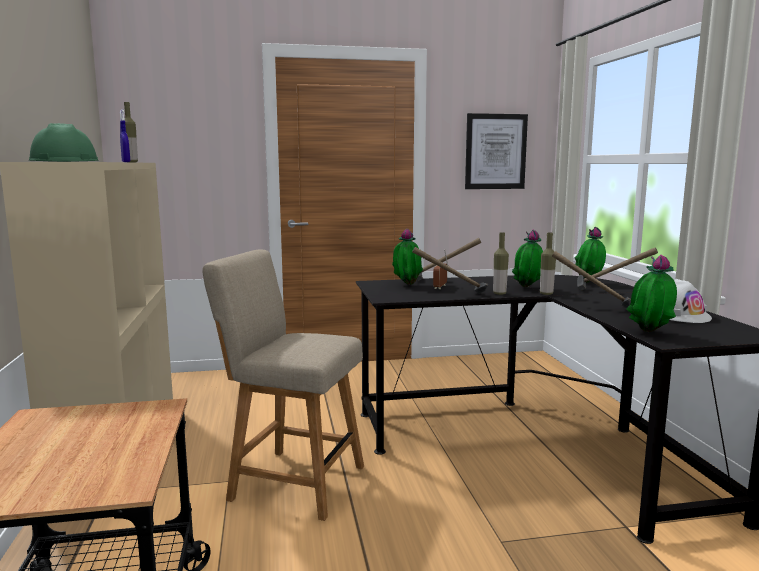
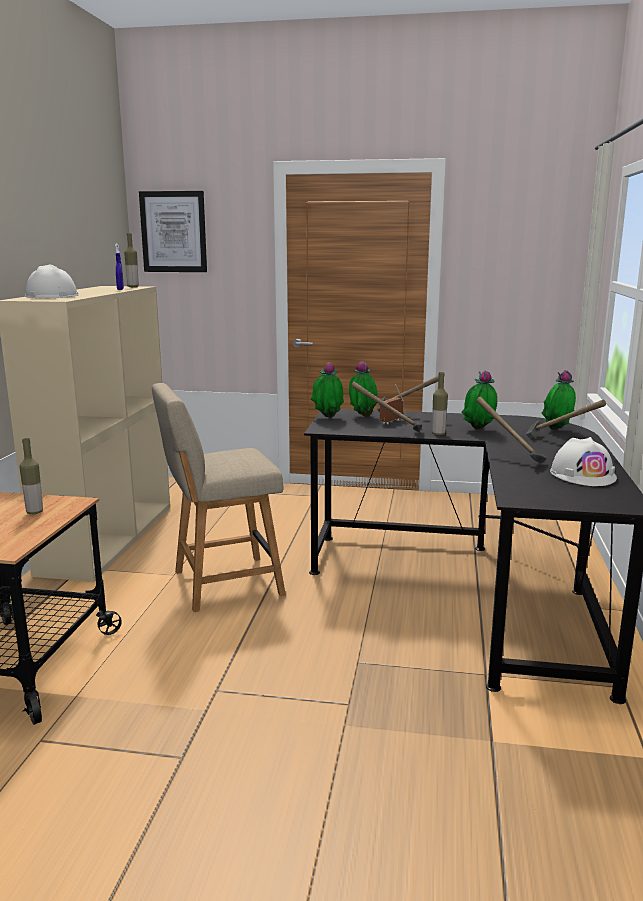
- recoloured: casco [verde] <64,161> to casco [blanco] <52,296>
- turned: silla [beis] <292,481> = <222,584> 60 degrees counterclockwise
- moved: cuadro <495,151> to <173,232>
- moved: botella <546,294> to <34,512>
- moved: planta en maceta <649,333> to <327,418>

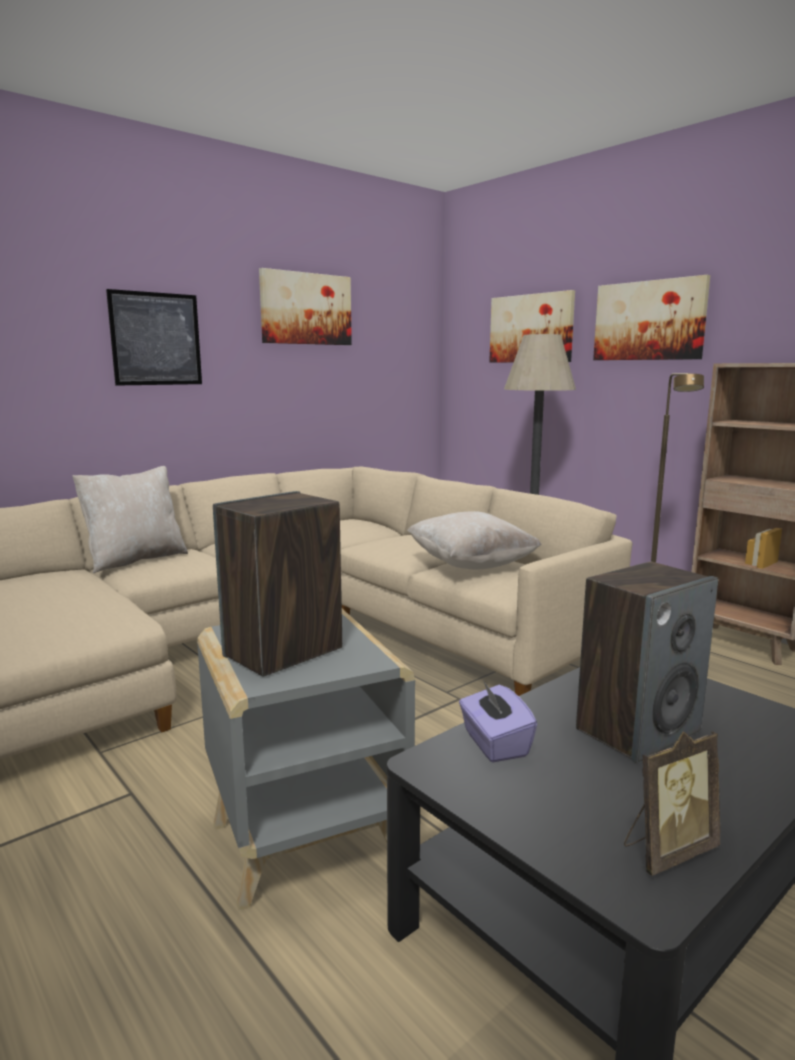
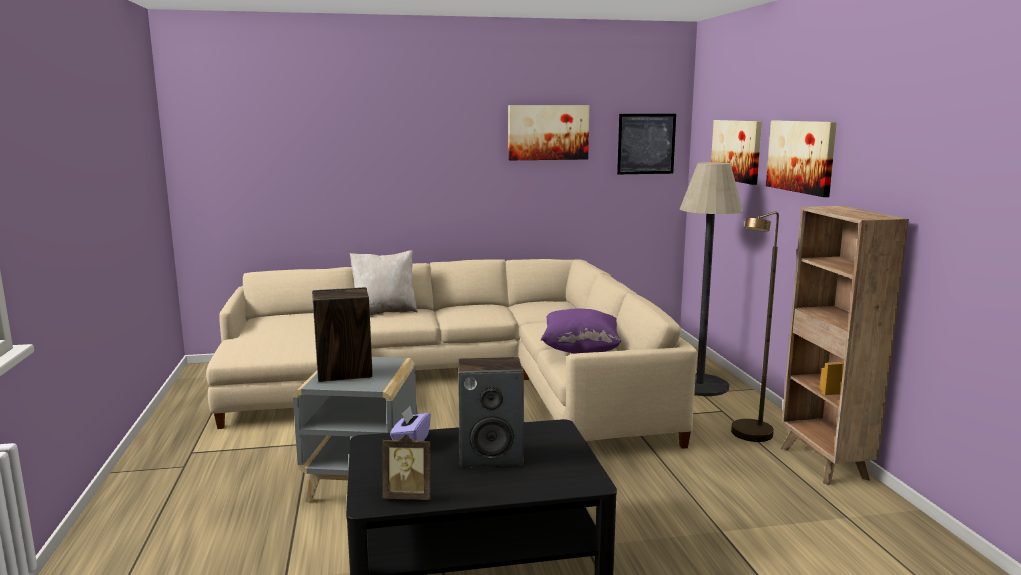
- moved: cuadro <156,339> to <646,144>
- recoloured: cojín [beis] <470,566> to cojín [morado] <580,350>

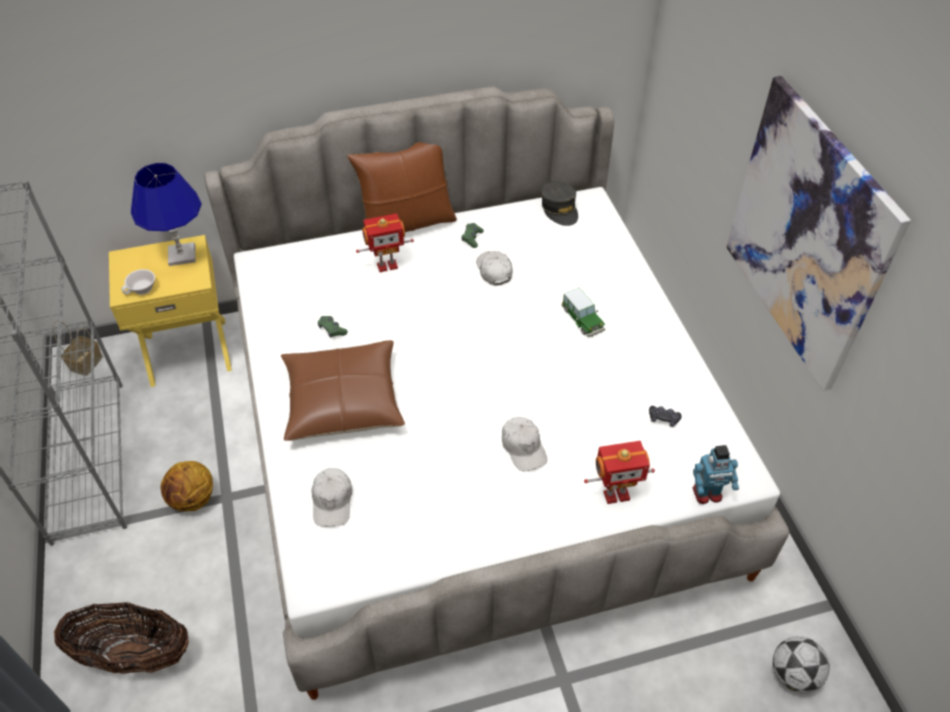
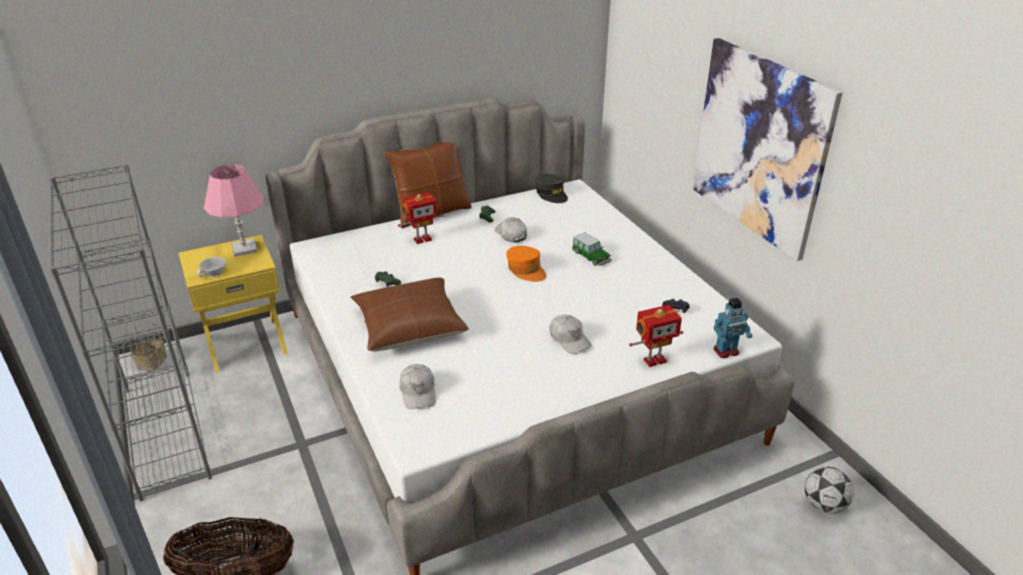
- recoloured: lámpara de mesa [azul] <182,255> to lámpara de mesa [rosa] <244,249>
- removed: balón de baloncesto <193,500>
- added: gorra [naranja] <526,270>

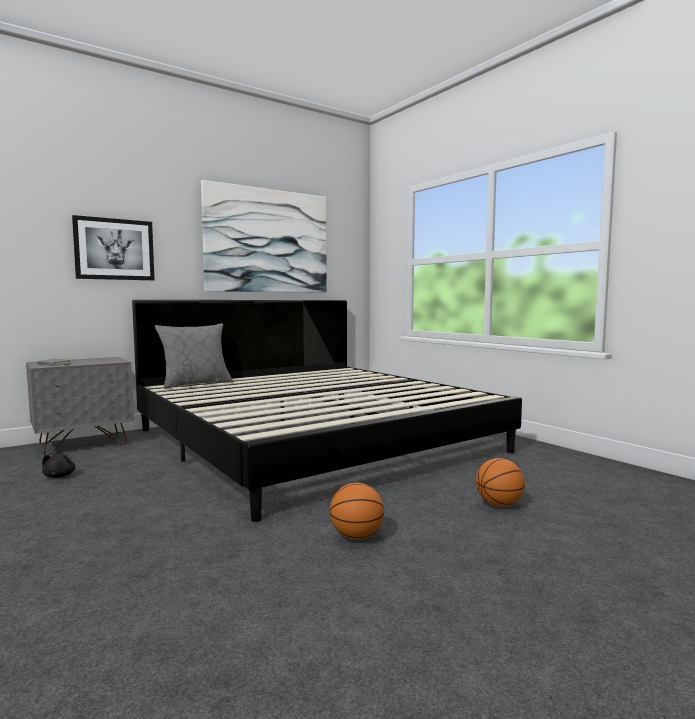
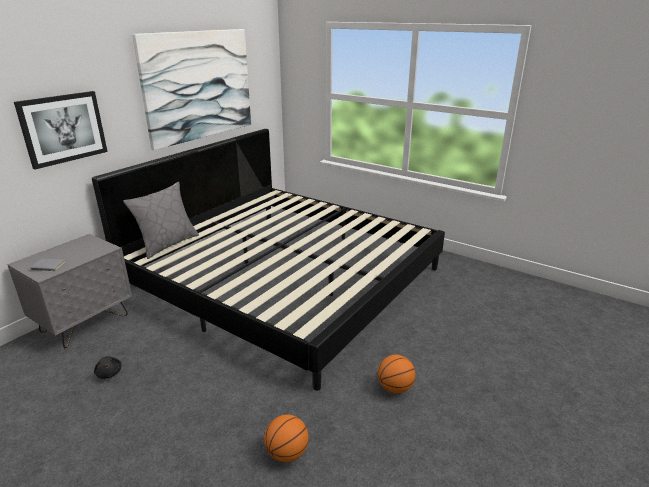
- moved: balón de baloncesto <499,504> to <287,453>

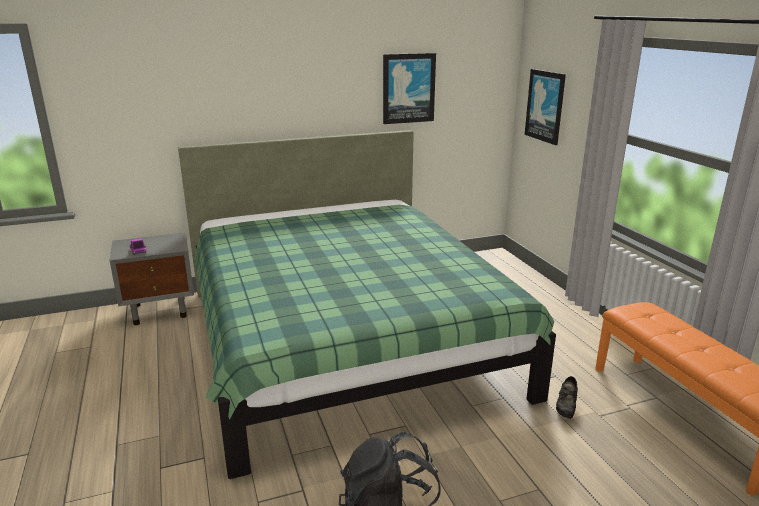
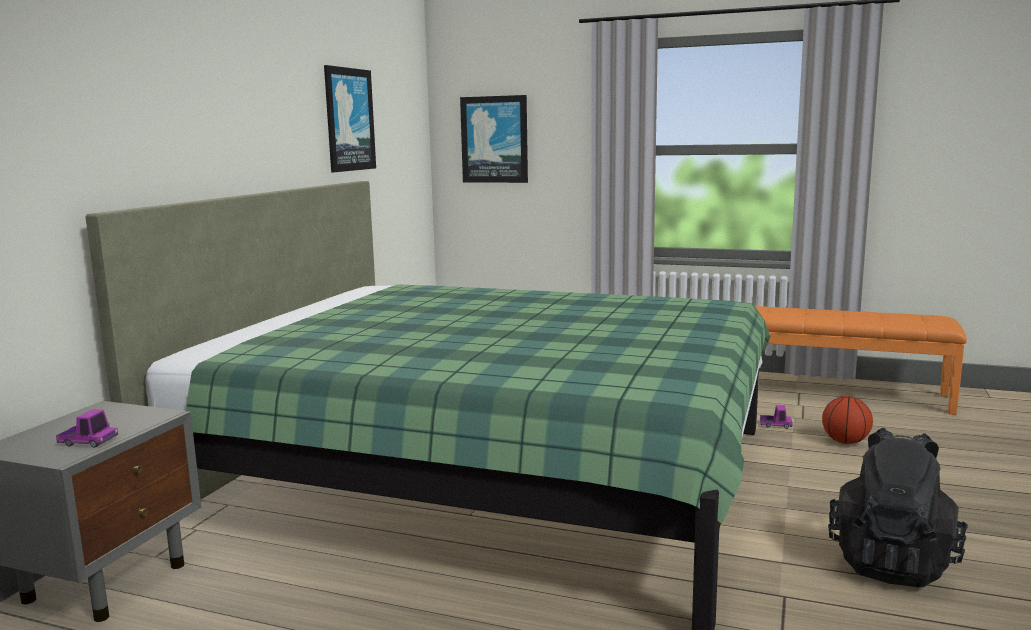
- replaced: zapato [negro] <566,408> to camión de juguete <775,425>
- added: balón de baloncesto <845,442>

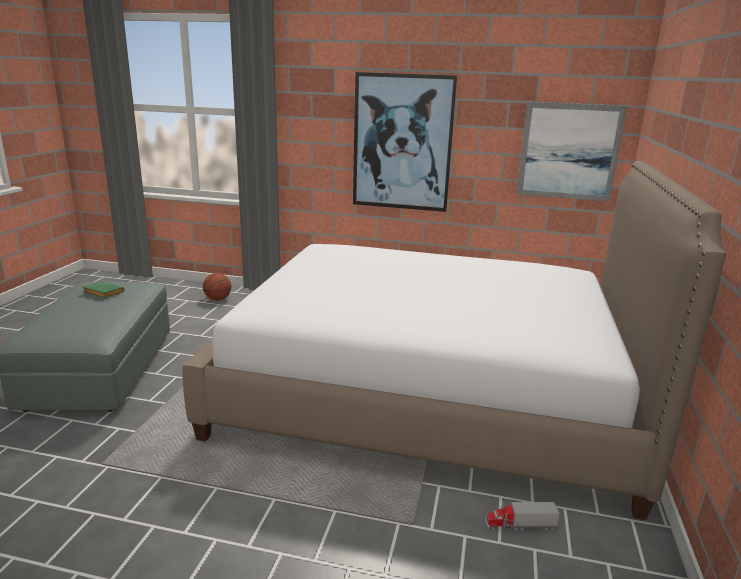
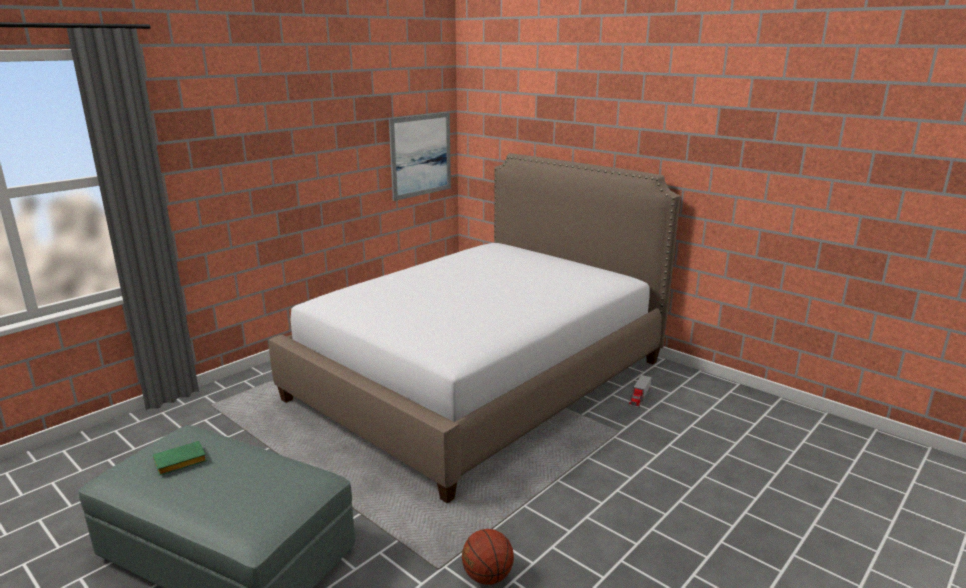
- moved: balón de baloncesto <218,299> to <487,576>
- removed: cuadro <402,143>

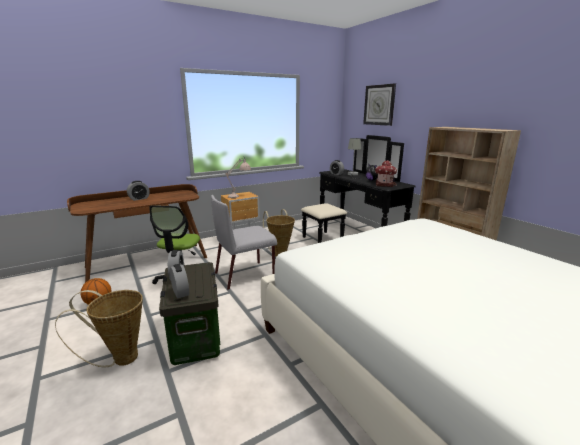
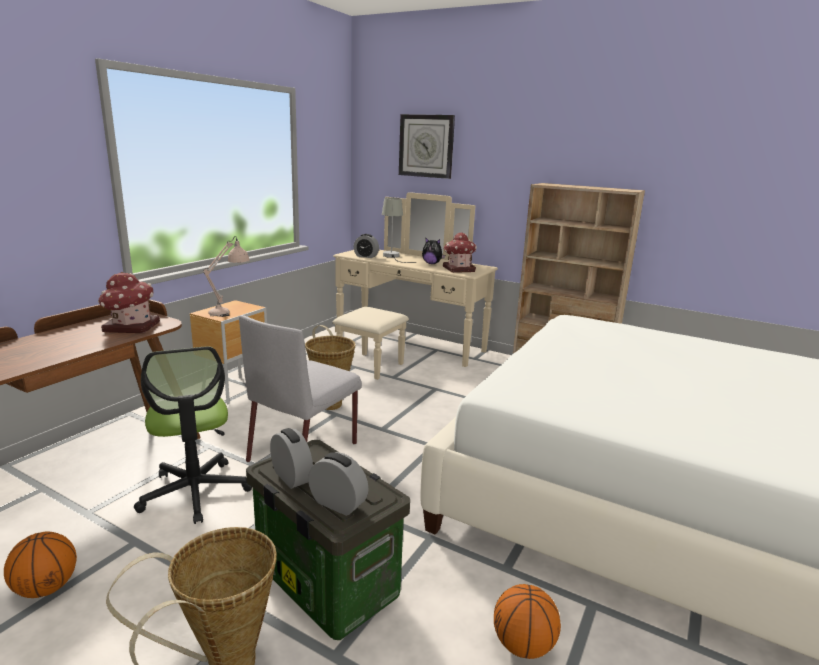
- removed: despertador <139,198>
- recoloured: cómoda [negro] <351,232> to cómoda [beis] <402,348>
- added: casita <131,327>
- added: balón de baloncesto <522,645>

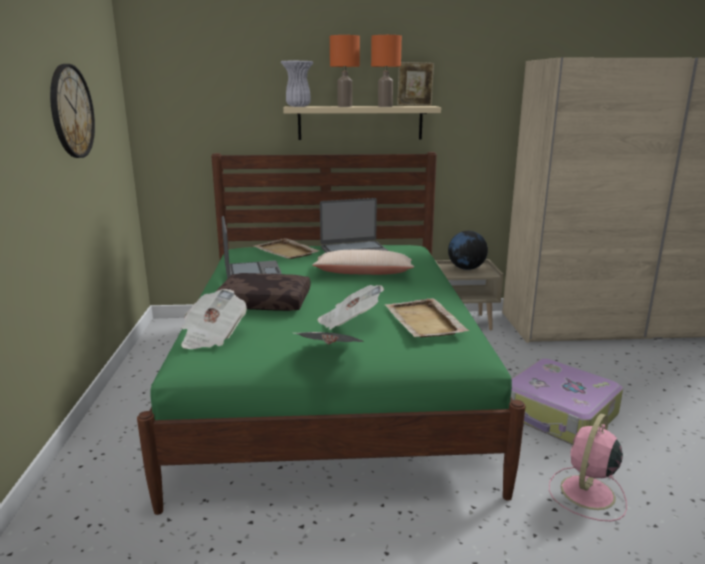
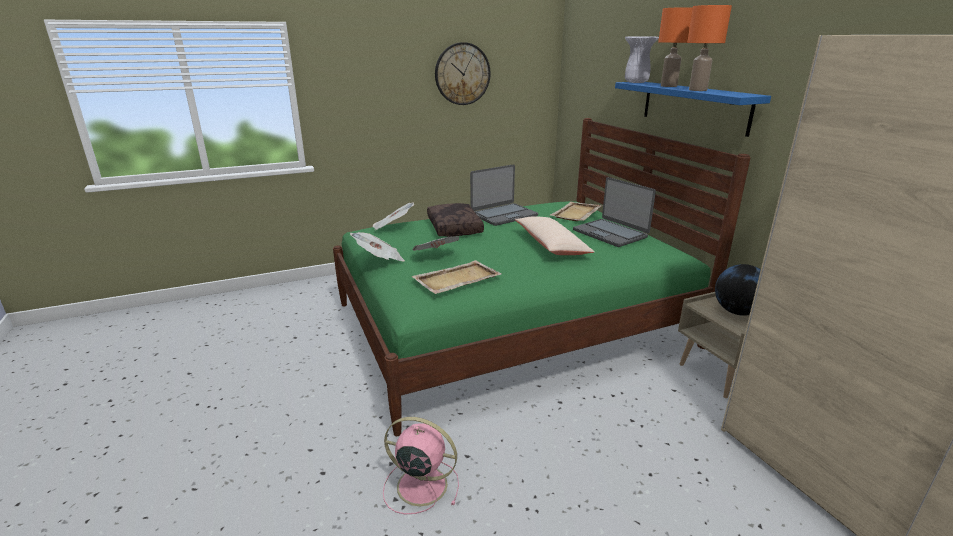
- recoloured: estante [beis] <360,123> to estante [azul] <694,106>
- removed: portarretratos <414,105>
- removed: maleta <559,415>

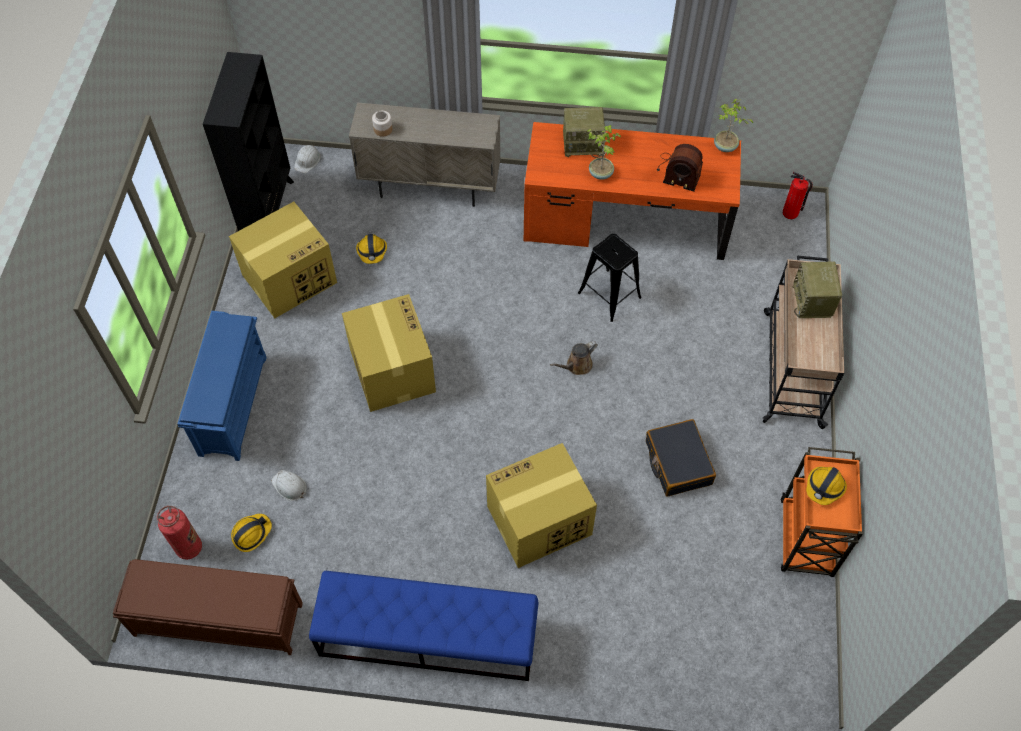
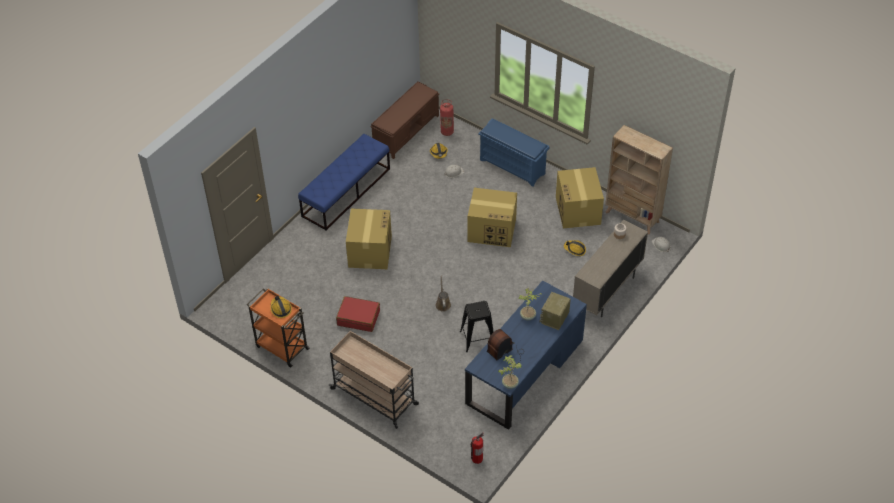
- recoloured: estantería [negro] <268,210> to estantería [beis] <632,217>
- recoloured: escritorio [naranja] <625,220> to escritorio [azul] <524,372>
- recoloured: maleta [negro] <677,463> to maleta [rojo] <358,318>
- removed: radio <812,302>

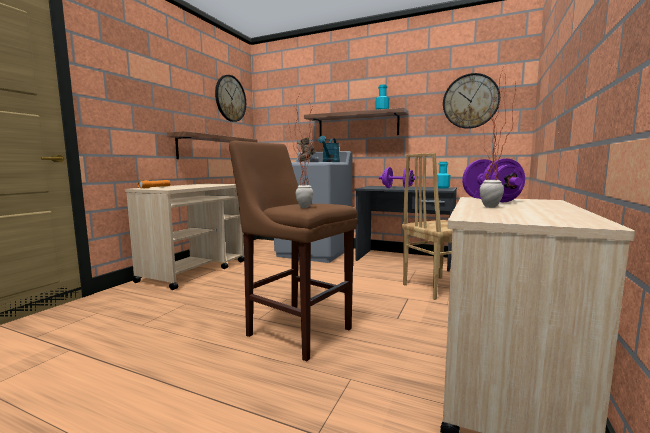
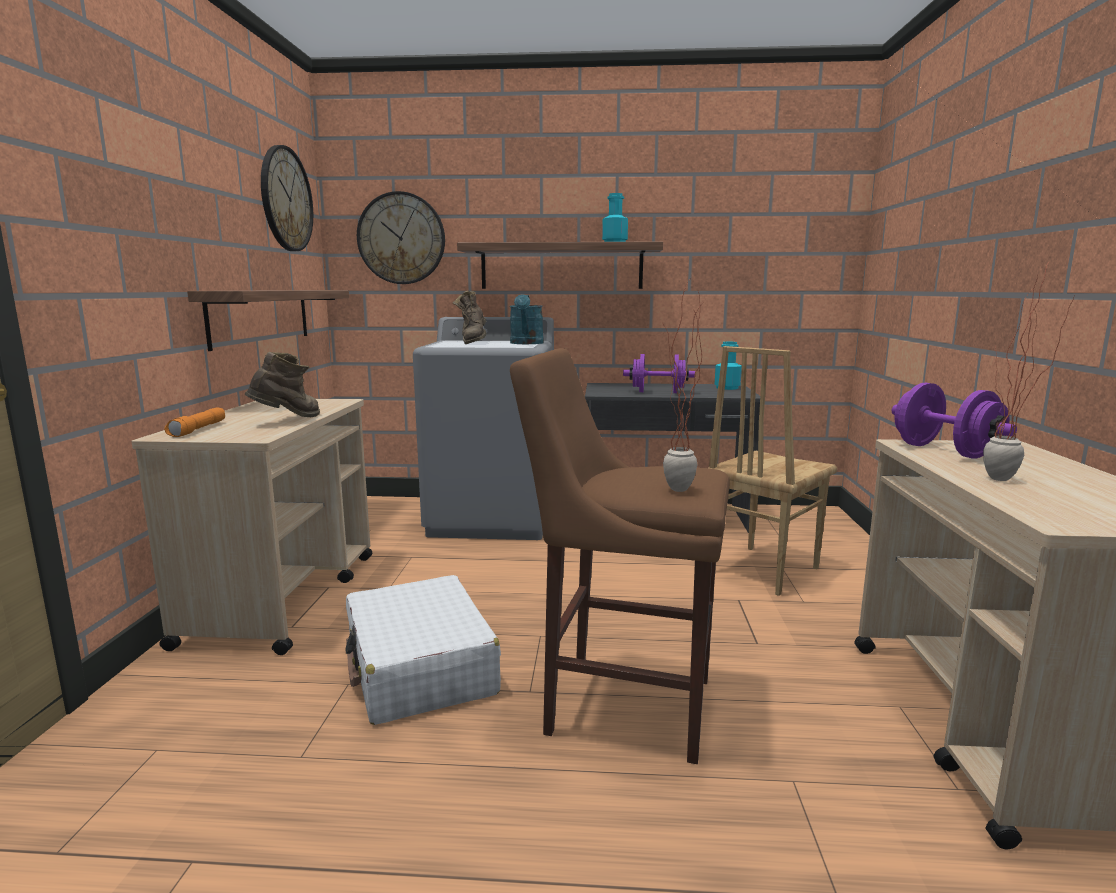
- moved: reloj de pared <470,101> to <401,238>
- added: bota [marrón] <288,420>
- added: maleta [blanco] <420,667>

